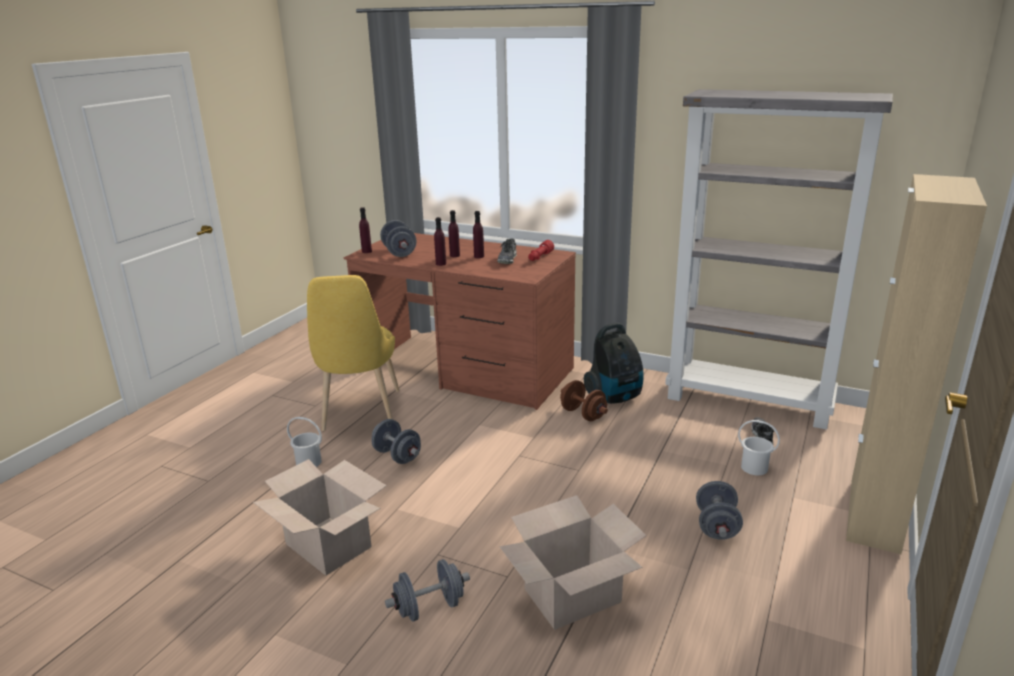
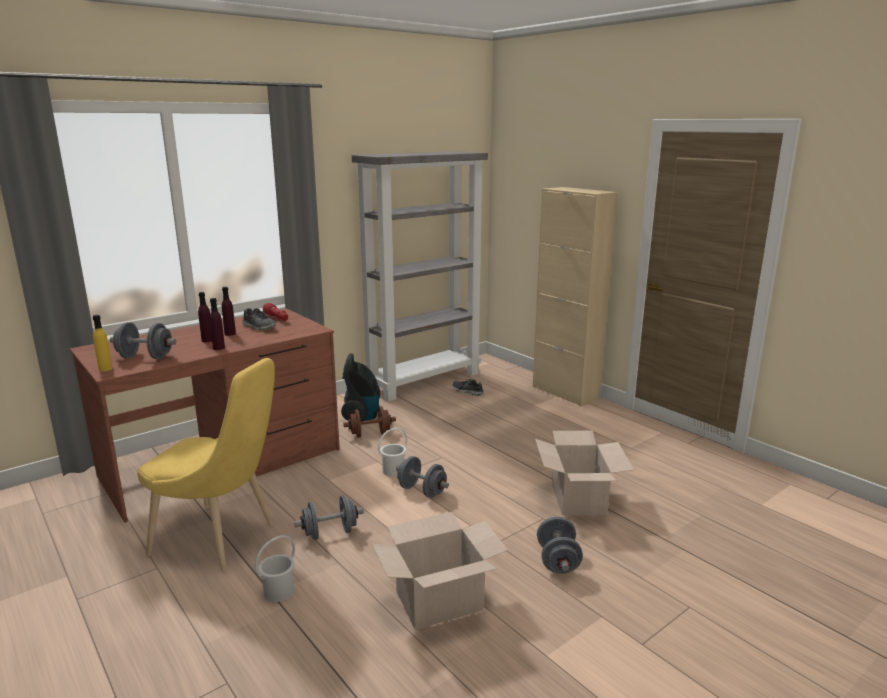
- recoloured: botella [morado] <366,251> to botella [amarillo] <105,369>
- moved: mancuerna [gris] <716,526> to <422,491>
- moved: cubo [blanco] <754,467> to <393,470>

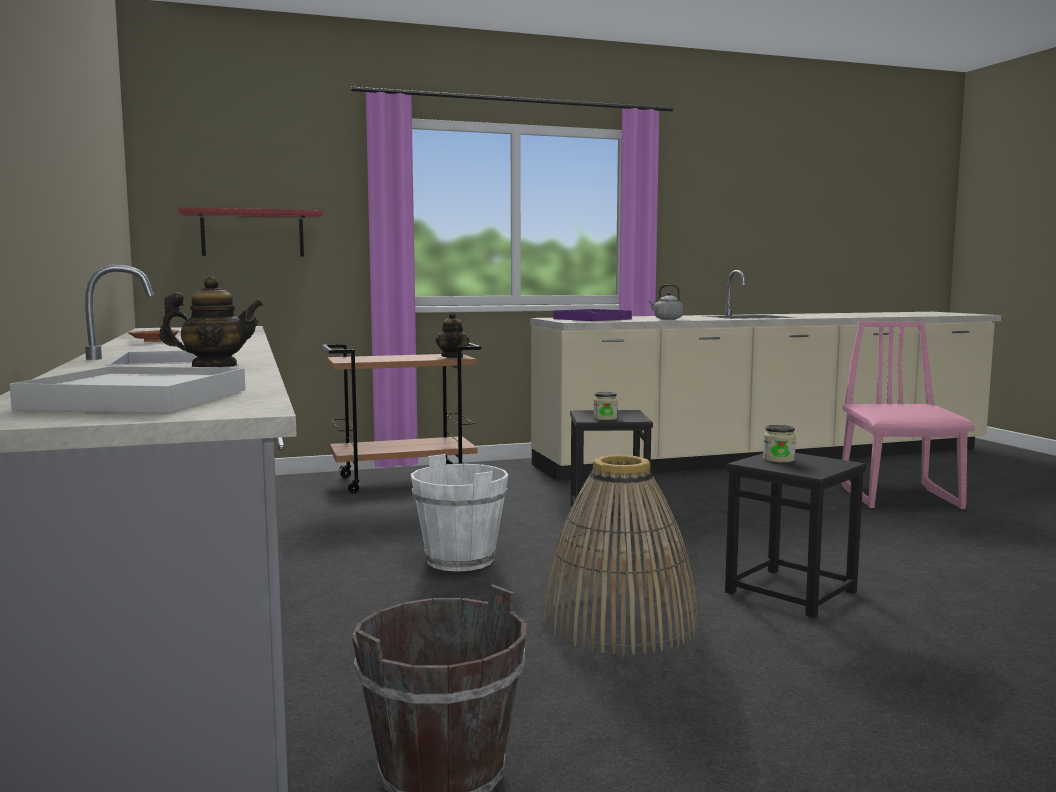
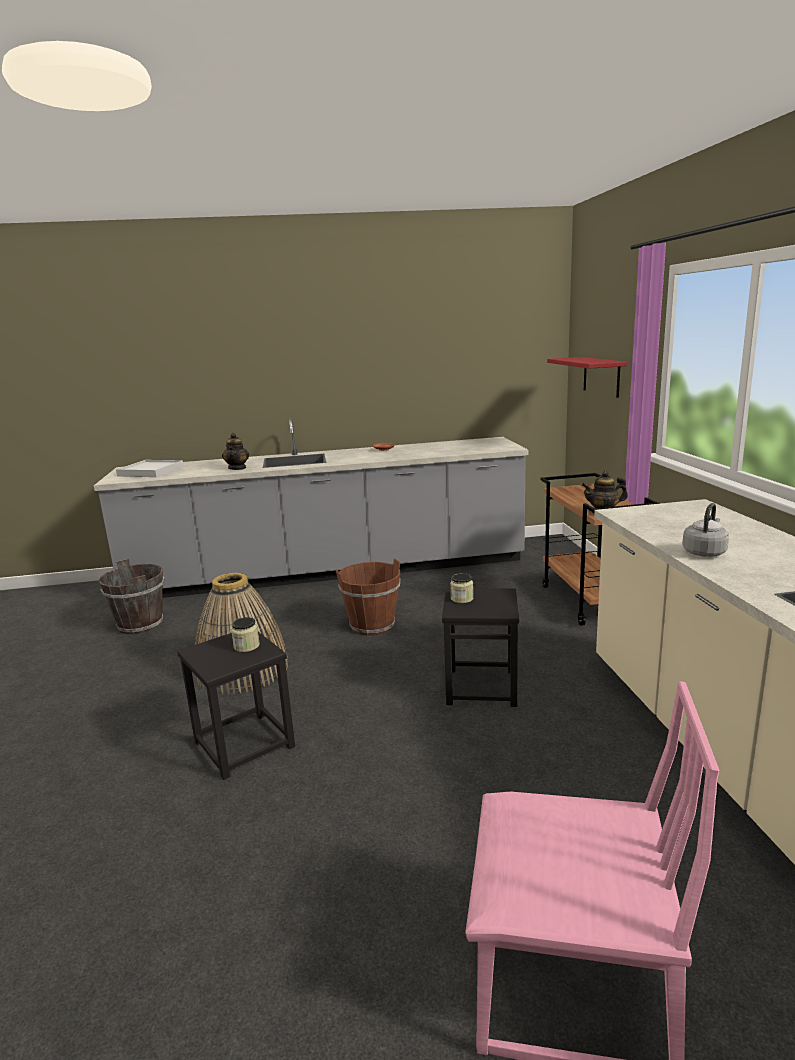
- recoloured: cubo [blanco] <461,560> to cubo [marrón] <372,625>
- removed: bandeja [morado] <592,319>

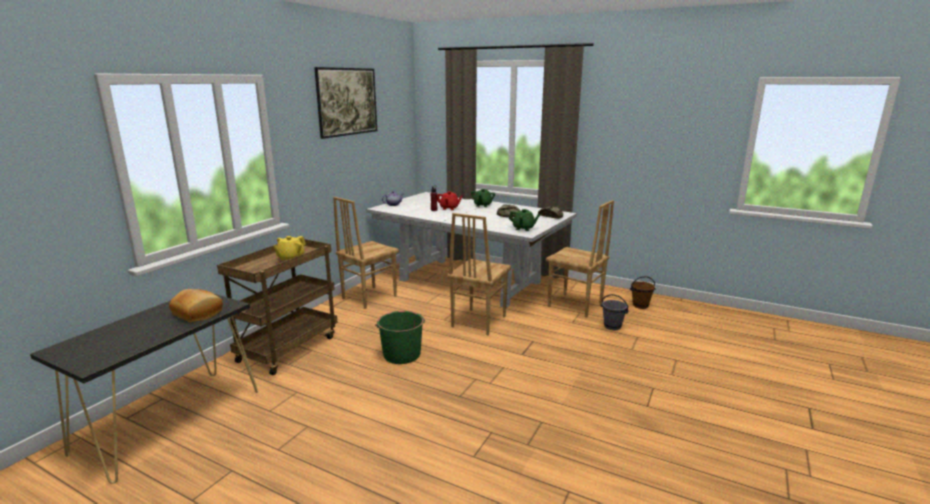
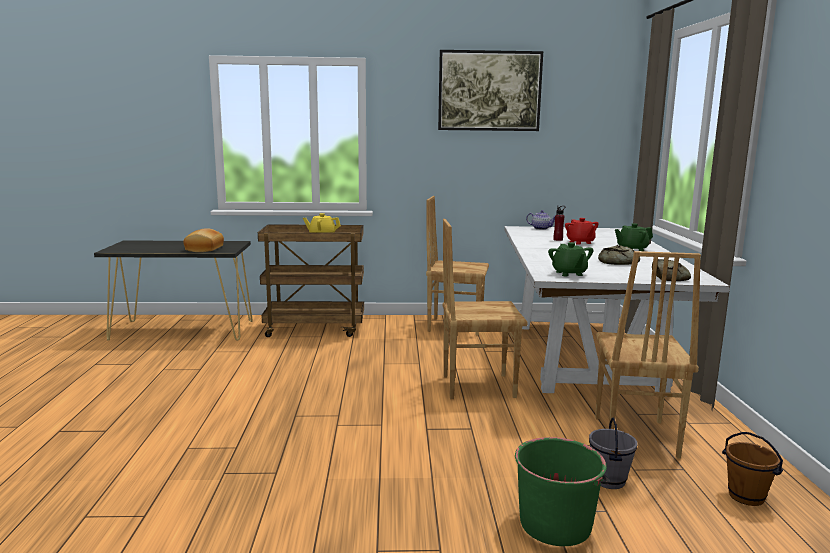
- moved: cubo [verde] <401,354> to <556,524>

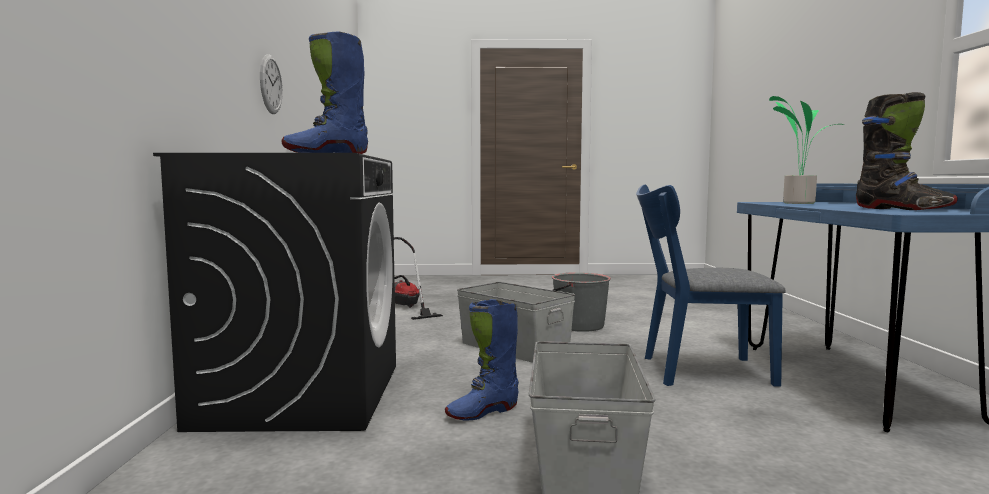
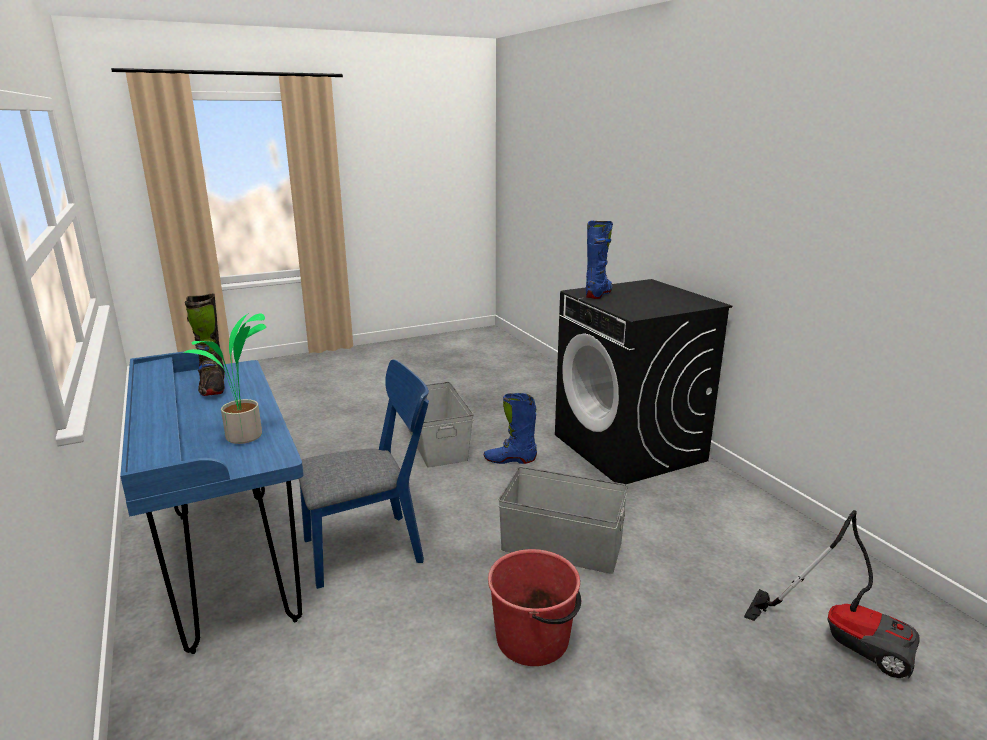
- removed: reloj de pared <270,84>
- turned: bota [azul] <482,412> = <510,460> 120 degrees counterclockwise
- recoloured: cubo [gris] <579,326> to cubo [rojo] <534,639>
- turned: bota [negro] <902,209> = <213,387> 135 degrees counterclockwise

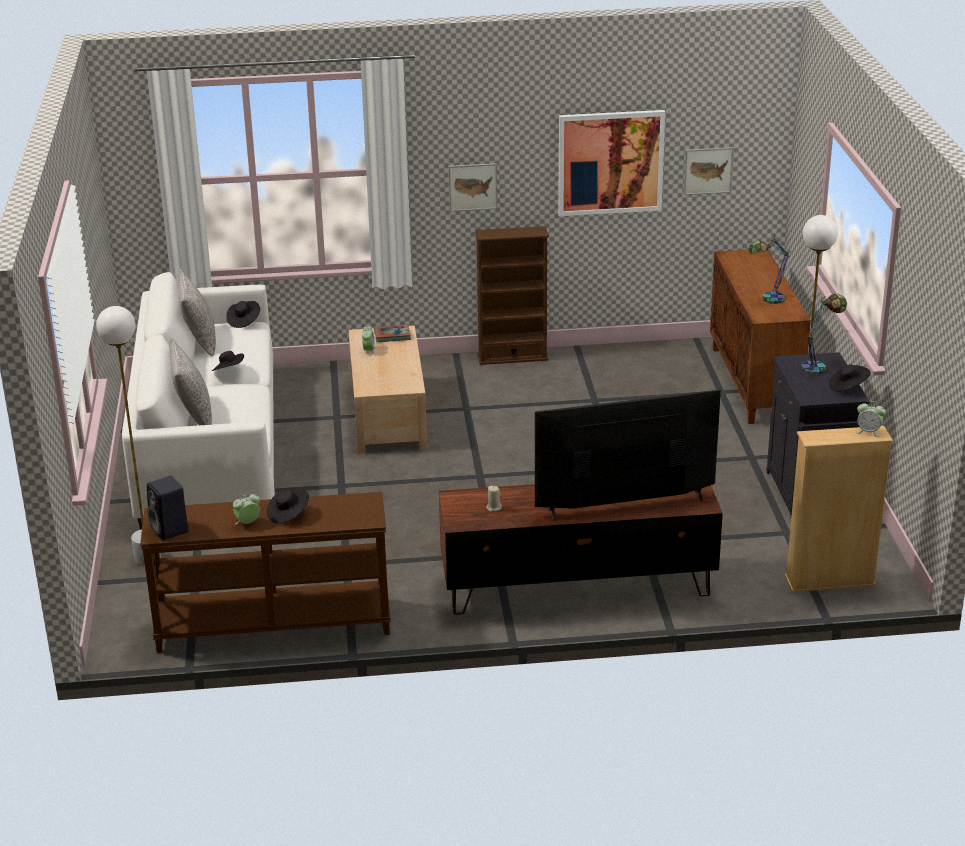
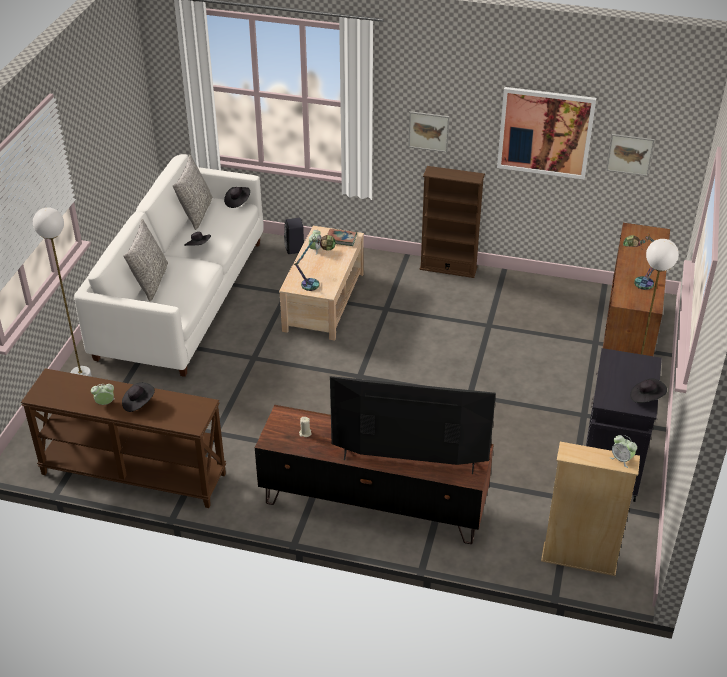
- moved: altavoz [negro] <170,530> to <295,249>
- moved: lámpara de mesa <819,366> to <316,284>

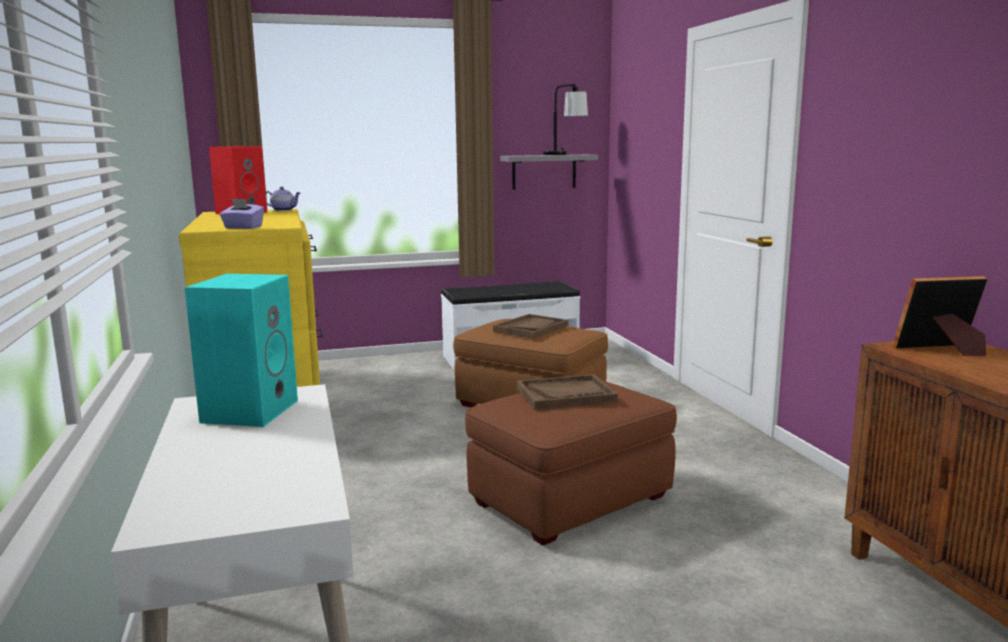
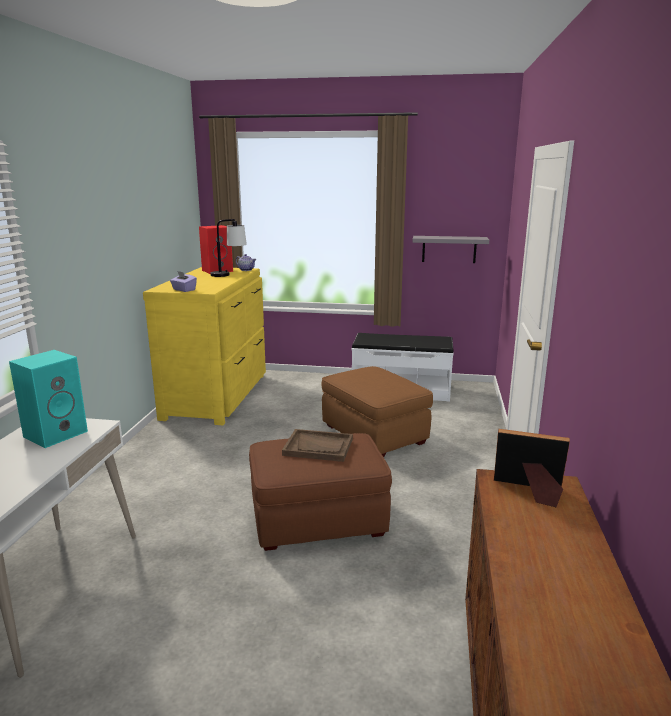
- removed: bandeja [marrón] <531,328>
- moved: lámpara de mesa <565,154> to <229,275>

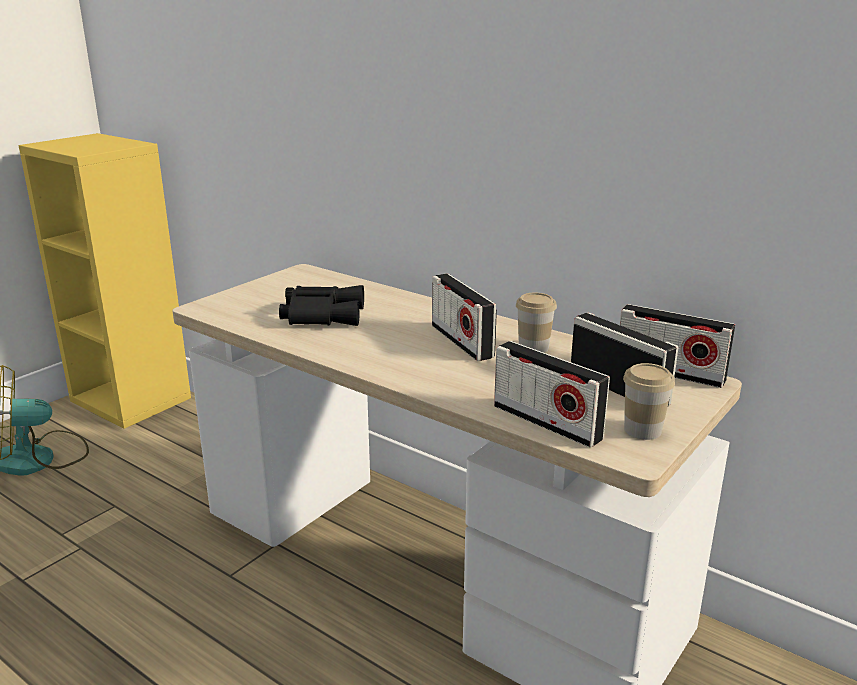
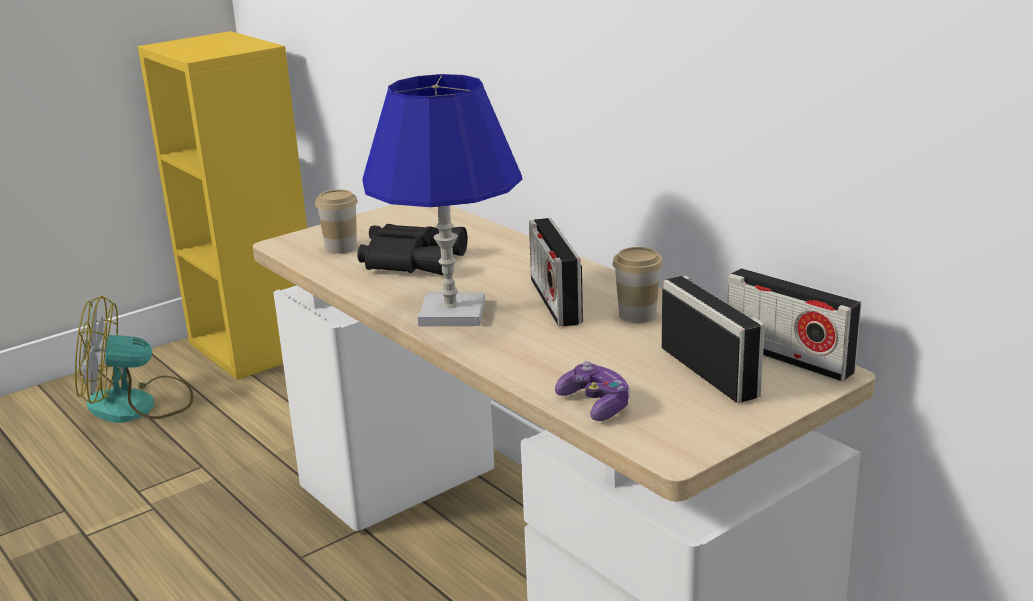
- replaced: radio <546,422> to mando de consola <595,404>
- moved: taza <642,430> to <341,247>
- added: lámpara de mesa [azul] <451,313>

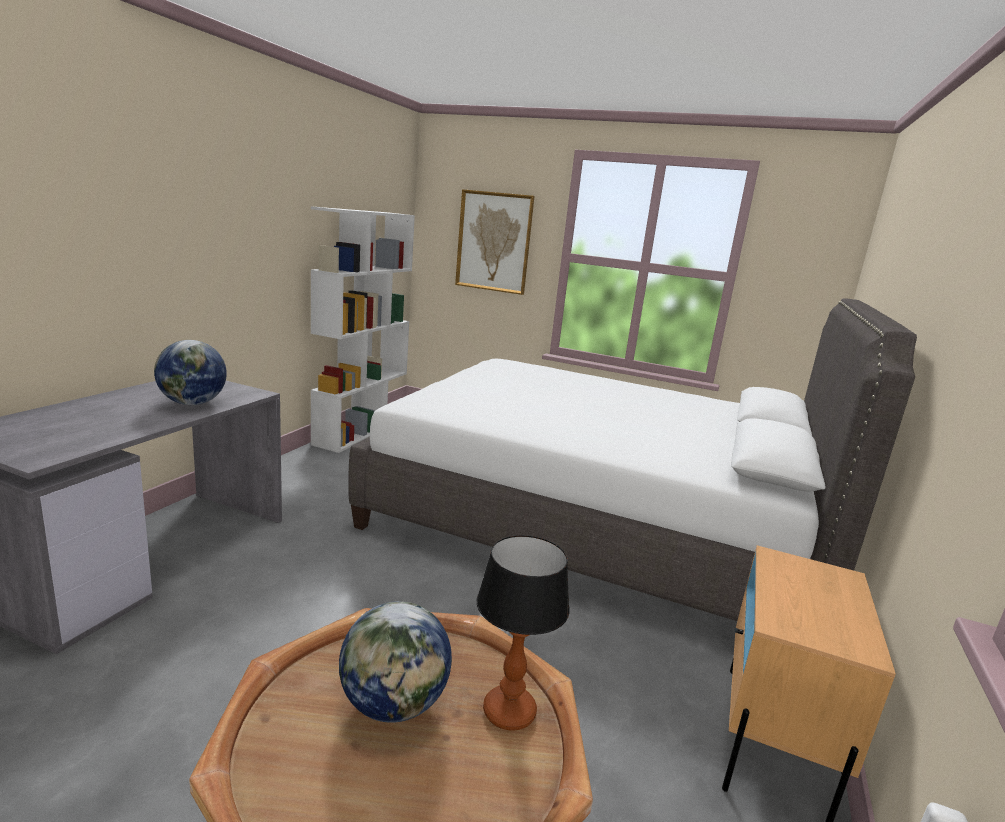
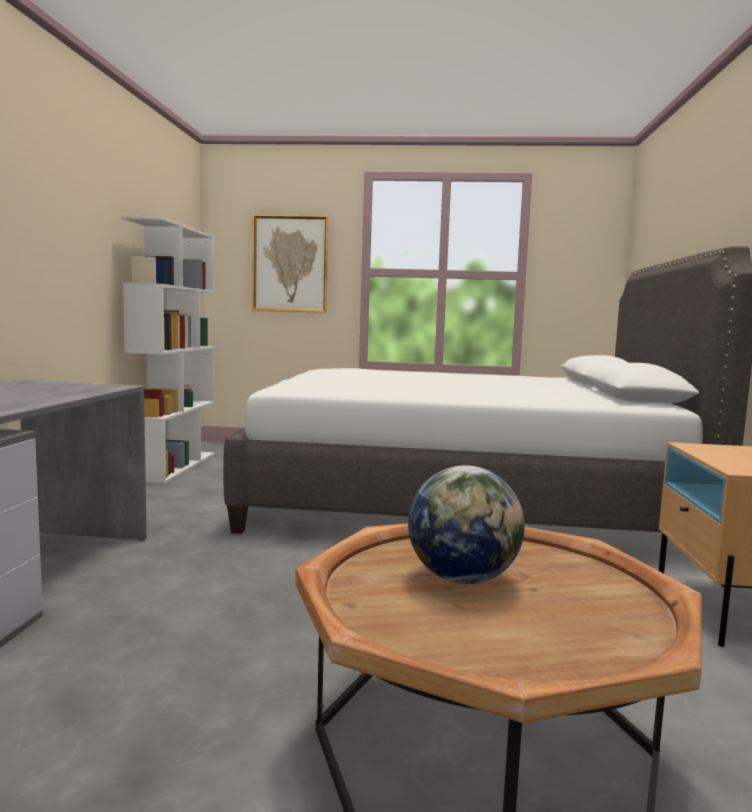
- removed: globo terráqueo <192,403>
- removed: lámpara de mesa <509,711>

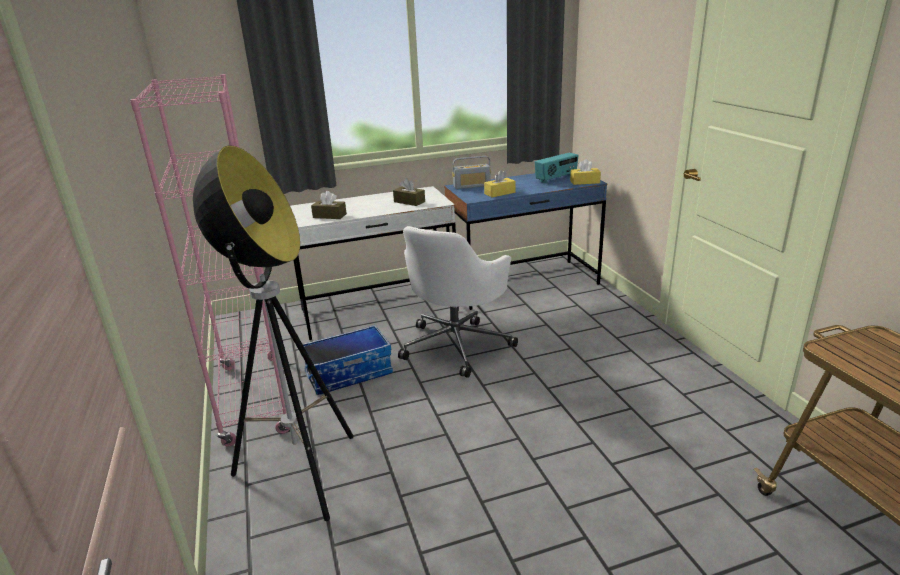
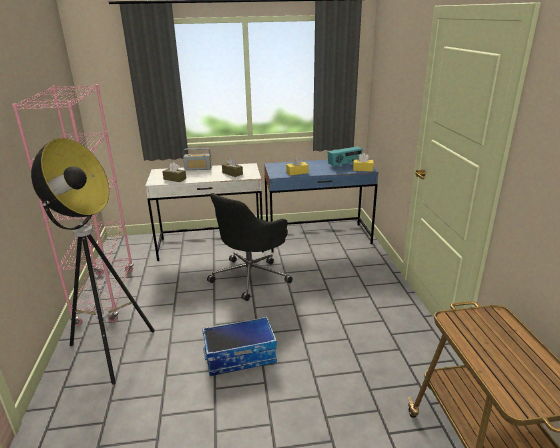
- moved: caja de almacenaje <349,373> to <240,356>
- recoloured: silla de oficina [blanco] <457,344> to silla de oficina [negro] <251,276>
- moved: radio <472,186> to <198,168>

